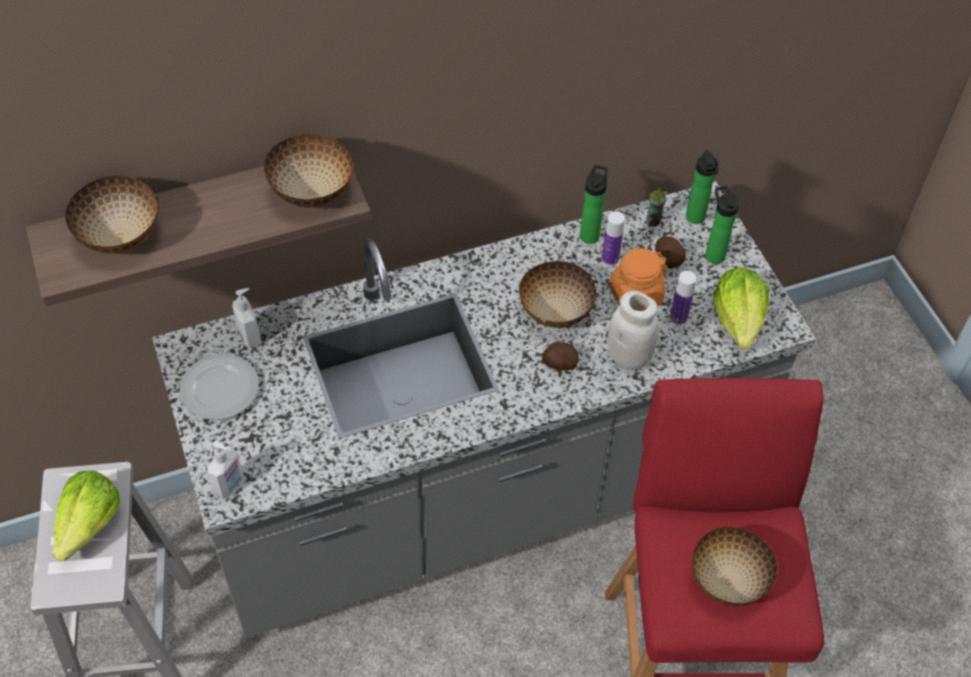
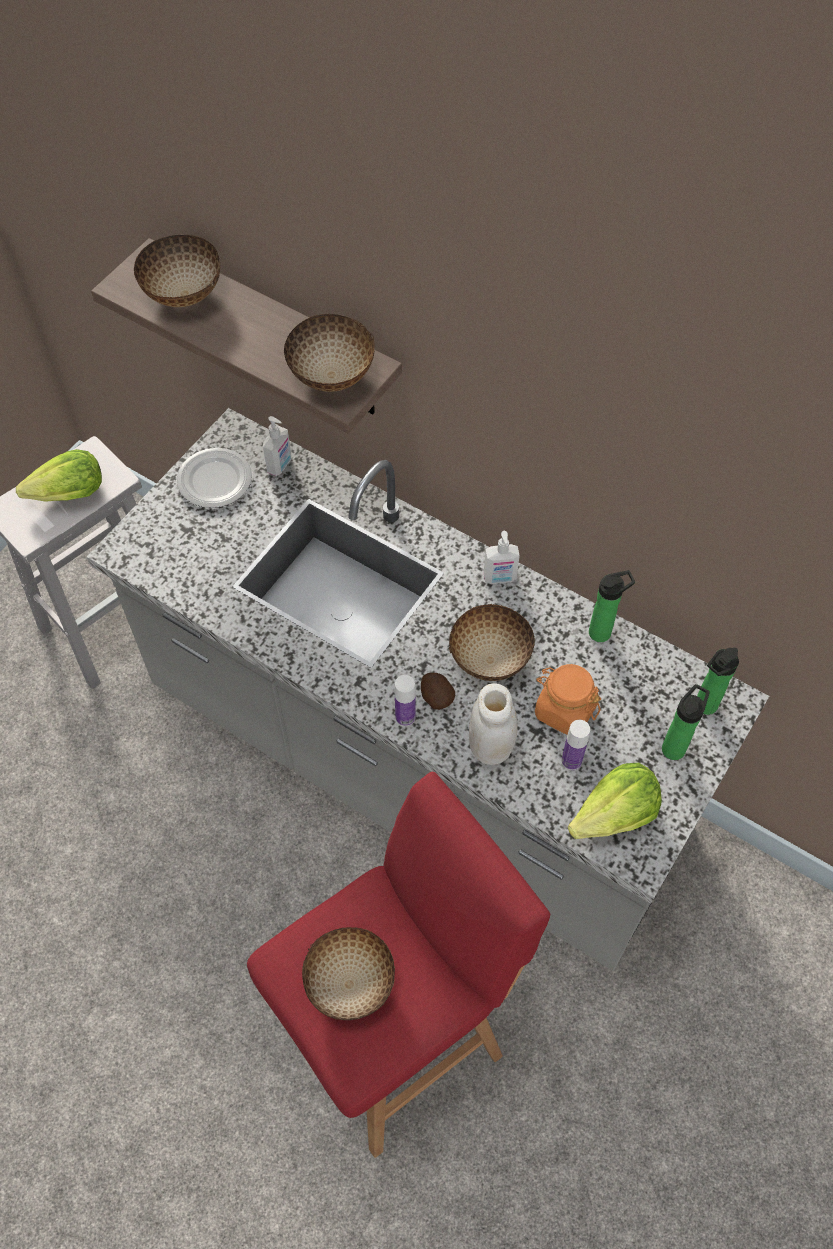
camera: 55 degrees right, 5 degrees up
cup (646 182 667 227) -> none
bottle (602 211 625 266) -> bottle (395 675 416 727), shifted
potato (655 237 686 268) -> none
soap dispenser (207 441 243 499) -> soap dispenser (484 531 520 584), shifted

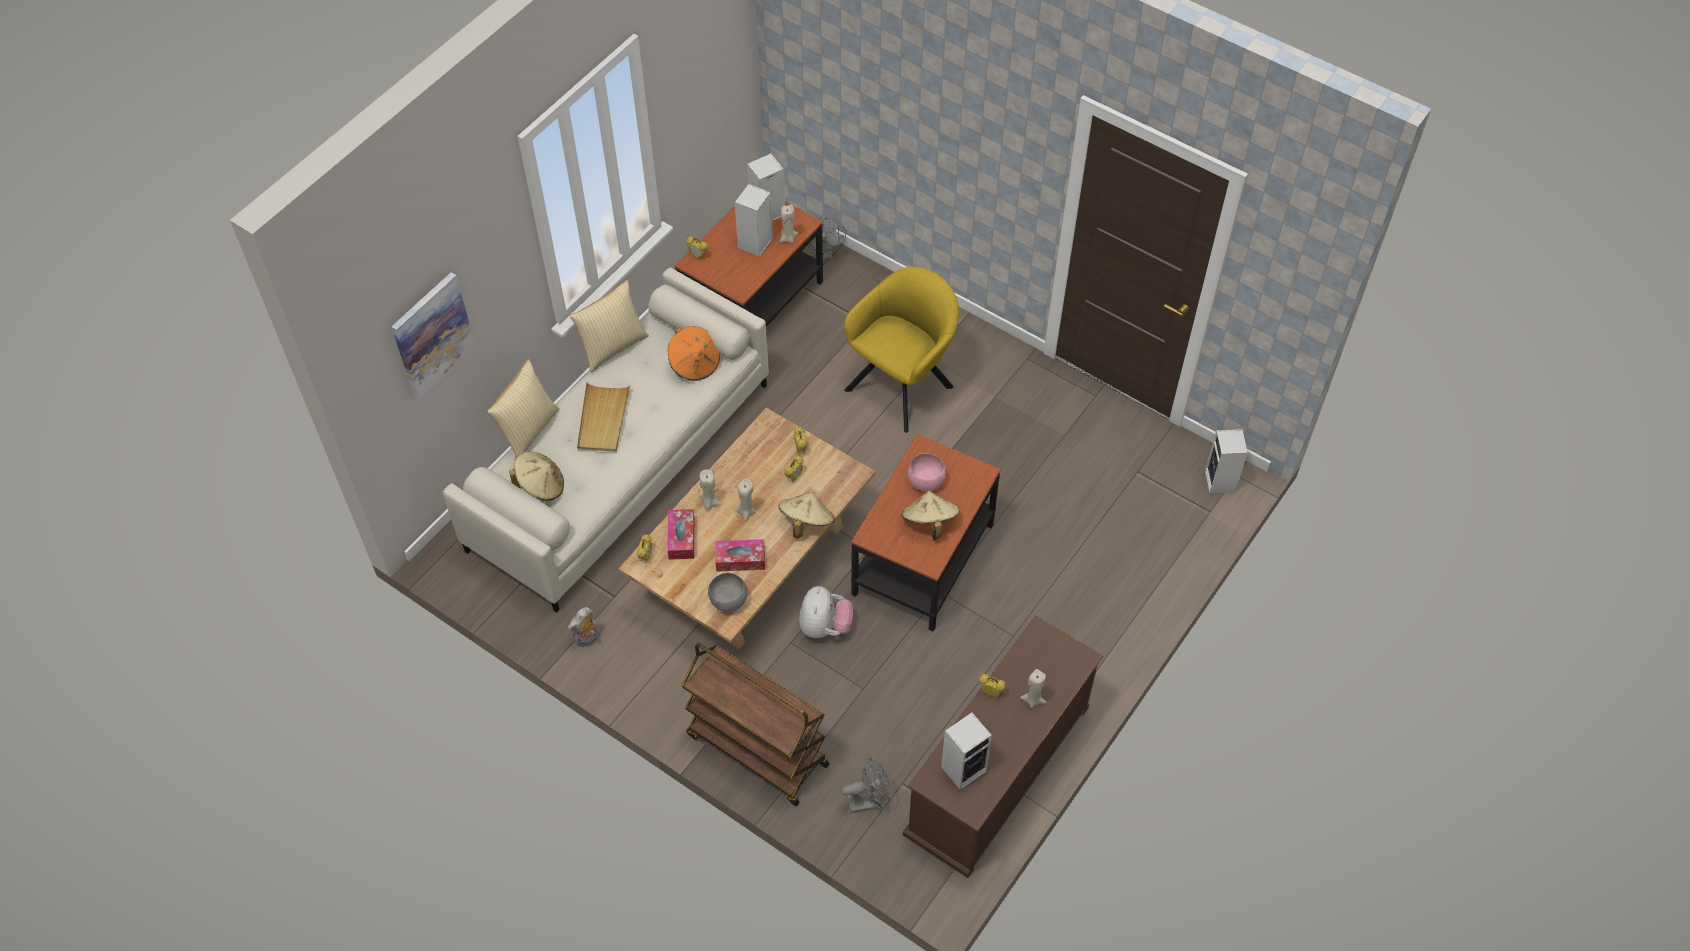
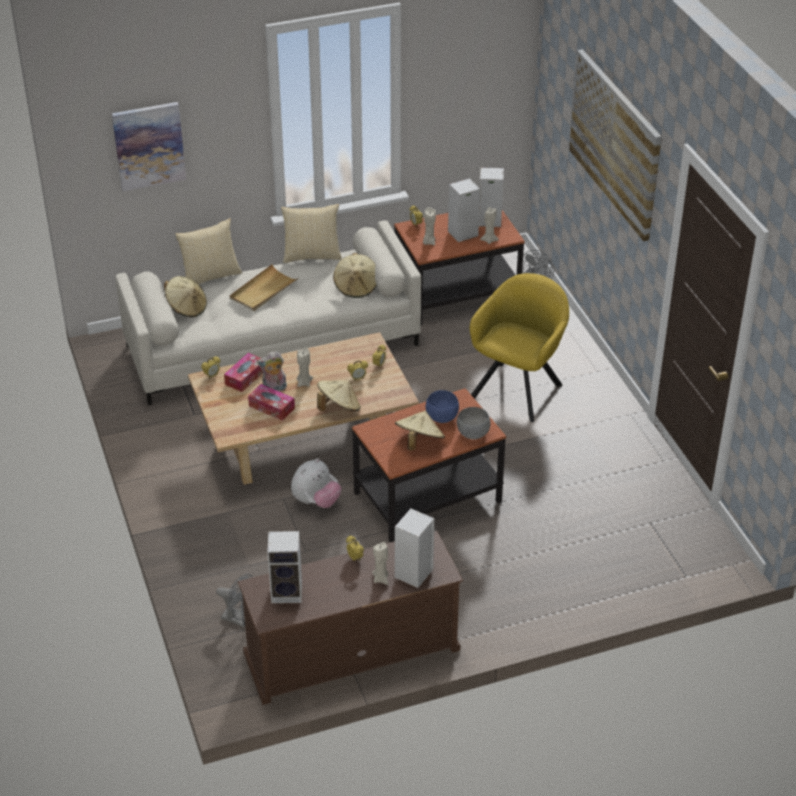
camera: 35 degrees right, 15 degrees down
yellow armchair (844 267 959 433) -> yellow armchair (470 273 569 422), 45 degrees counterclockwise
orange hat (668 326 720 381) -> beige hat (333 253 376 298)
speaker (1205 429 1248 494) -> speaker (395 508 434 588), shifted
pink bowl (908 453 946 492) -> blue bowl (426 390 459 423)
beige candle (699 470 721 510) -> beige candle (423 208 436 245), shifted
grey bowl (708 573 747 612) -> grey bowl (457 407 491 440), shifted
plush toy (568 607 600 647) -> plush toy (257 351 287 392), shifted
brown cart (681 643 829 806) -> none
none -> picture (569 49 662 241)

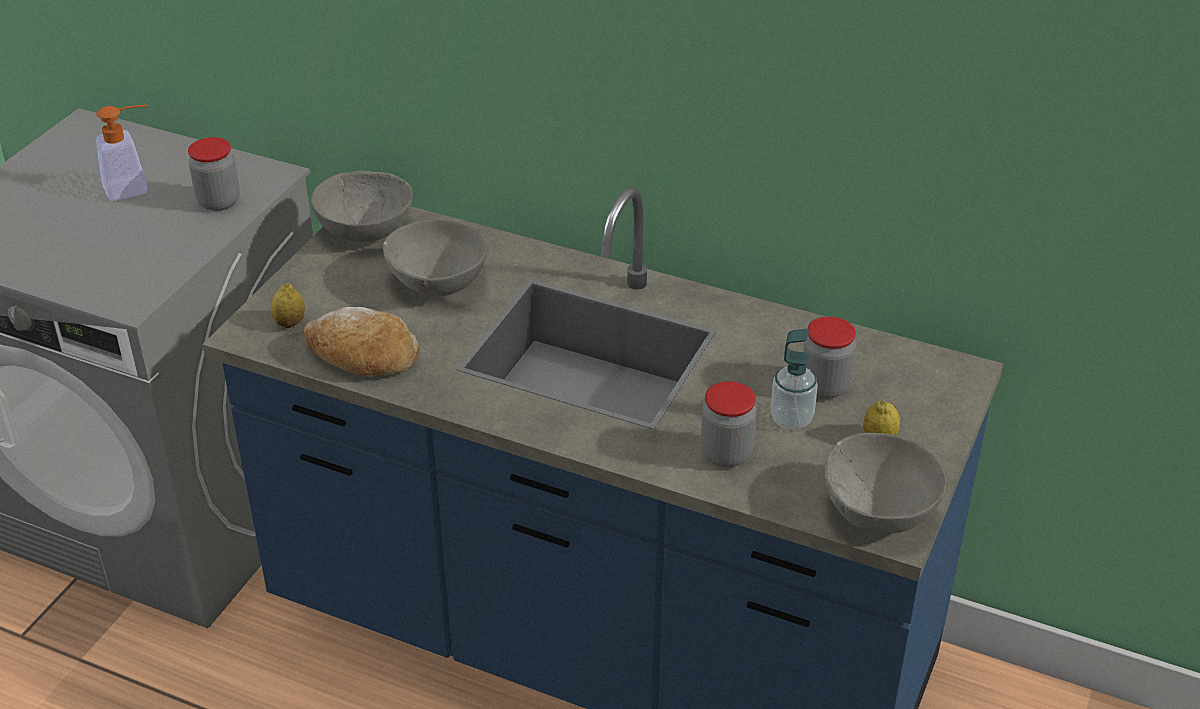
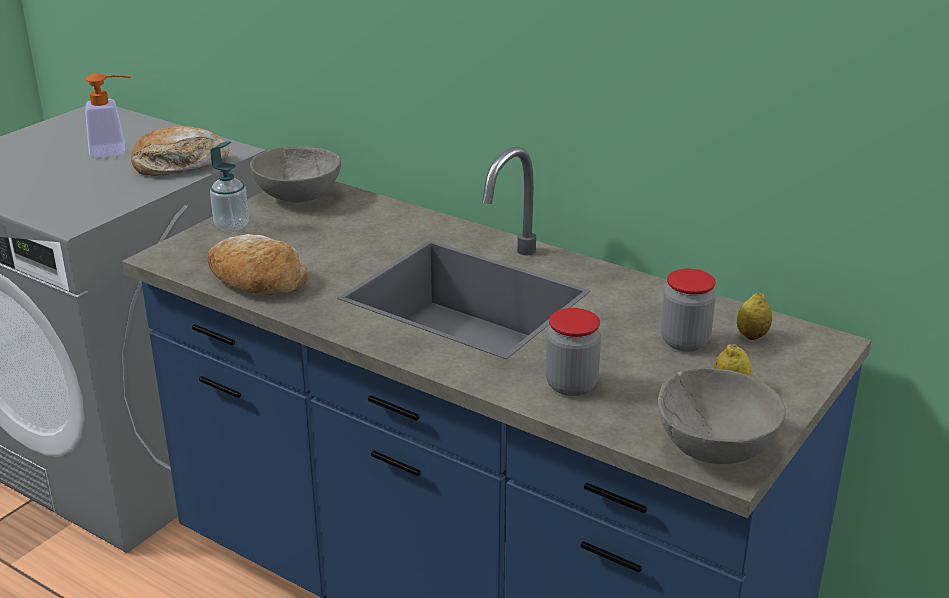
camera: 10 degrees right, 10 degrees down
jar (188 137 240 211) -> bread (131 126 229 176)
grey bowl (383 219 487 297) -> none
lemon (271 284 305 328) -> lemon (737 293 772 340), shifted
soap dispenser (771 329 818 429) -> soap dispenser (210 141 249 232), shifted

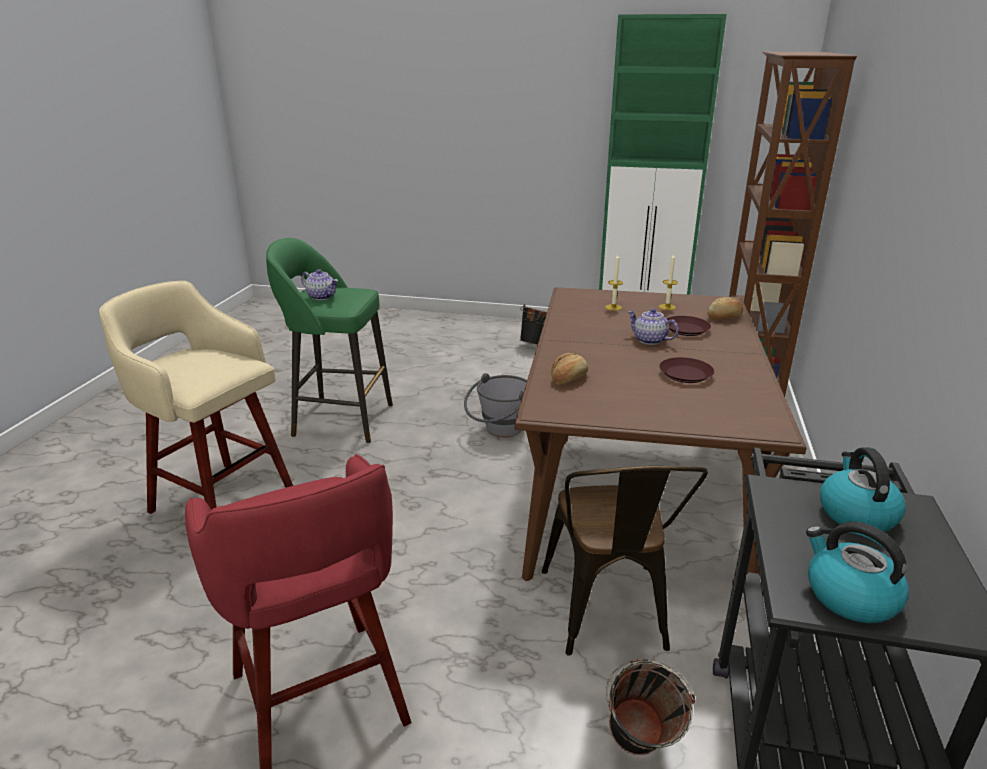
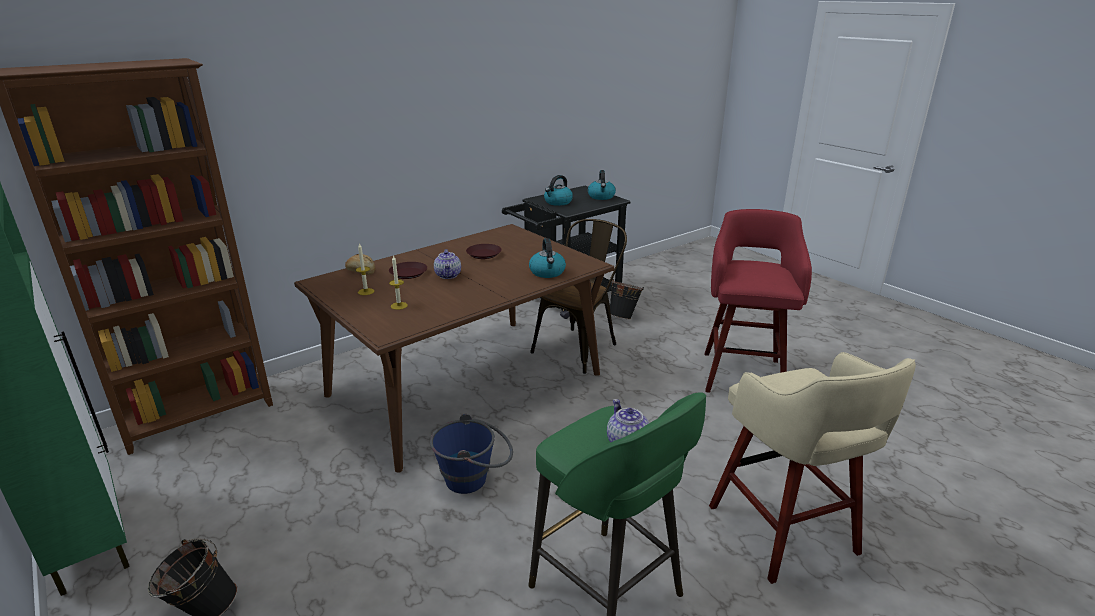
camera: 140 degrees left, 0 degrees up
bread (551 353 588 385) -> kettle (529 238 566 278)
grey bucket (464 373 527 437) -> blue bucket (430 413 513 494)

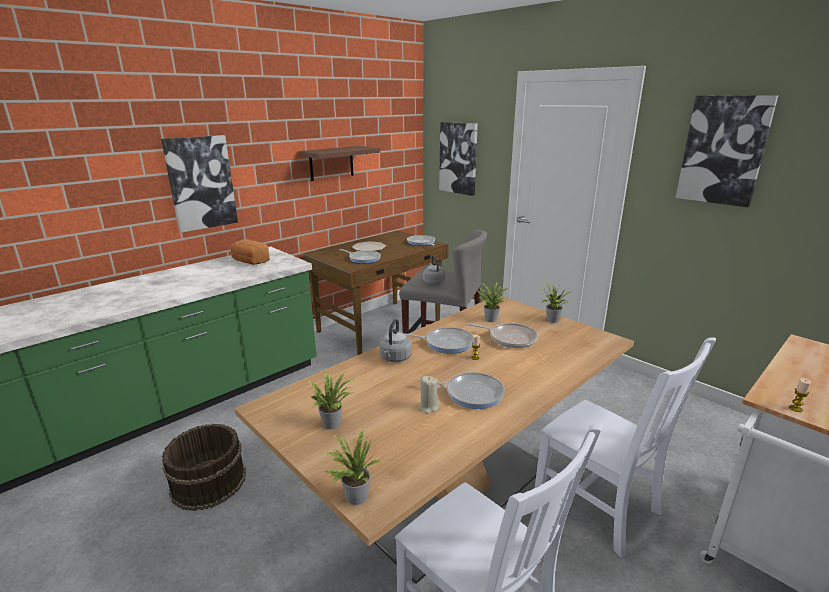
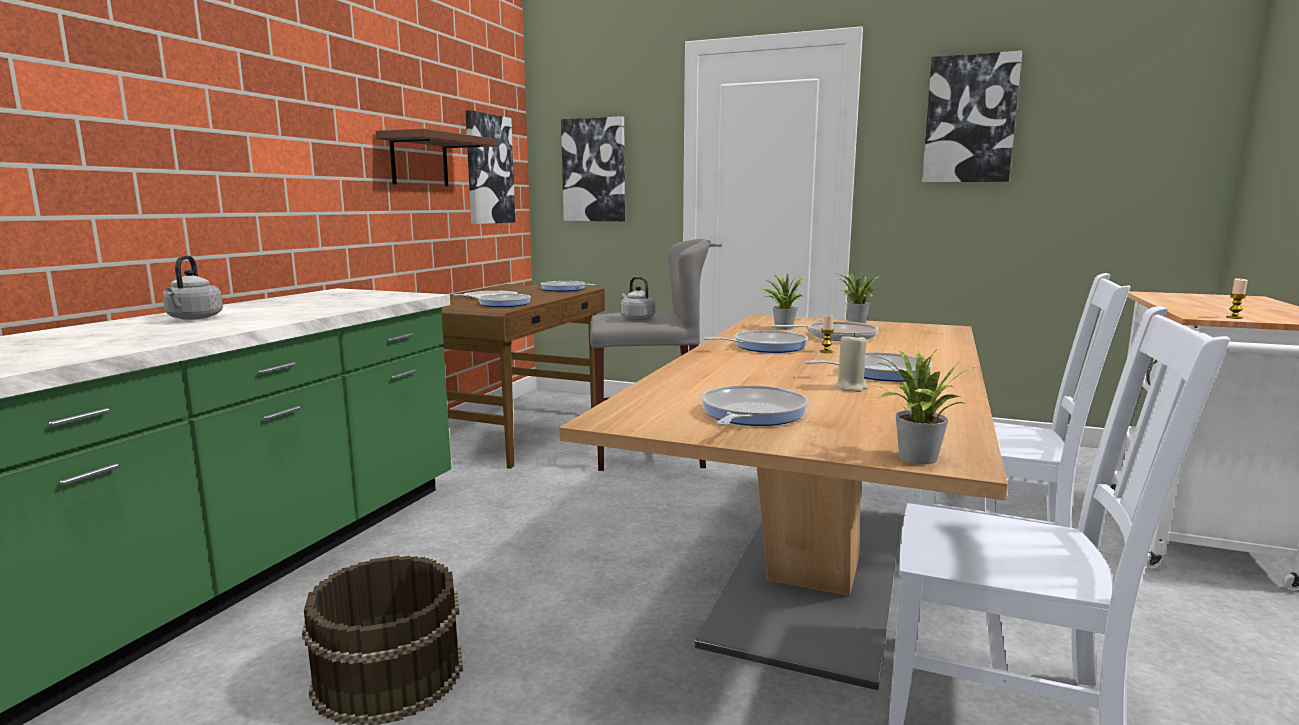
camera: 25 degrees left, 10 degrees down
picture (161 135 238 233) -> picture (465 110 515 224), shifted
bread (230 239 270 265) -> none
grey kettle (379 319 412 362) -> grey kettle (163 255 223 320), shifted
potted plant (306 370 353 429) -> frying pan (701 385 809 426)

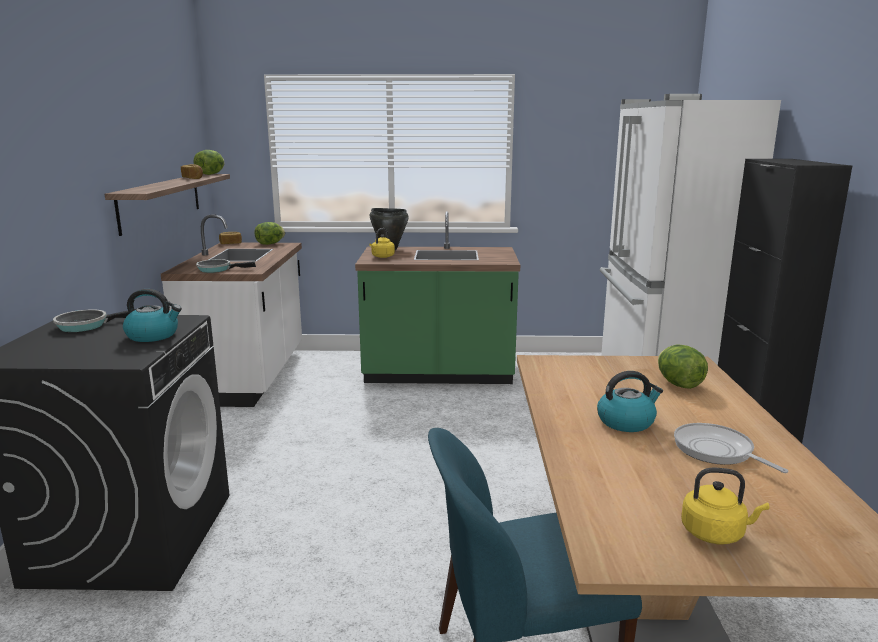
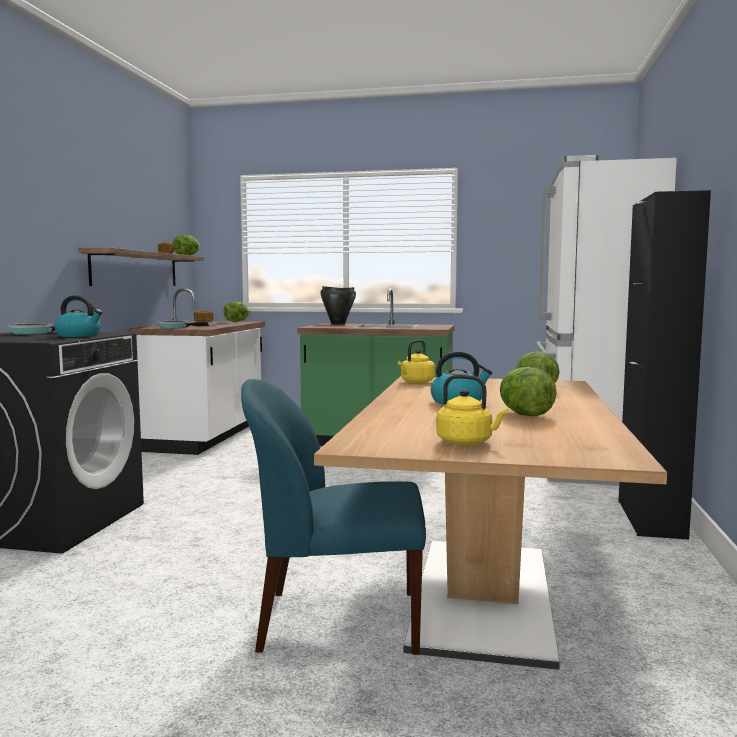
camera: 10 degrees right, 10 degrees down
yellow kettle (369 228 395 258) -> yellow kettle (398 340 435 383), shifted
frying pan (674 423 788 473) -> lettuce (500 367 557 416)

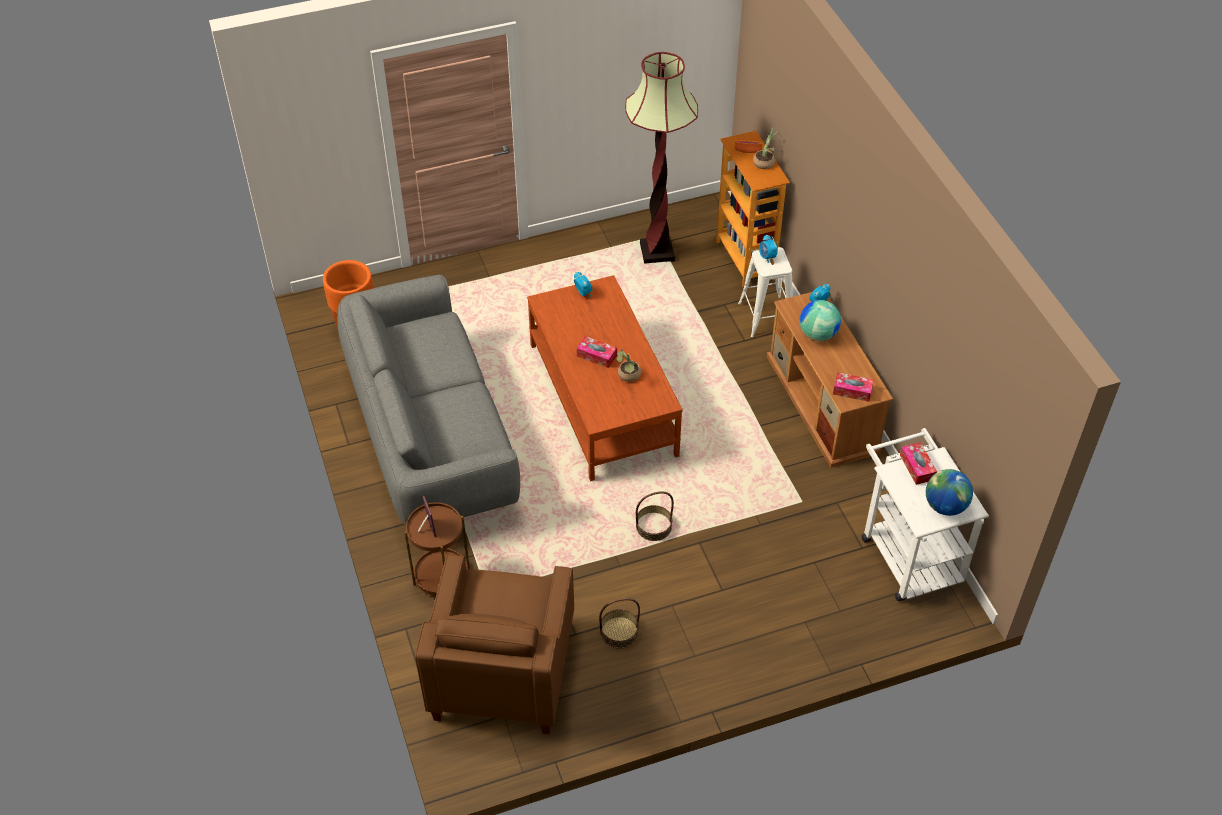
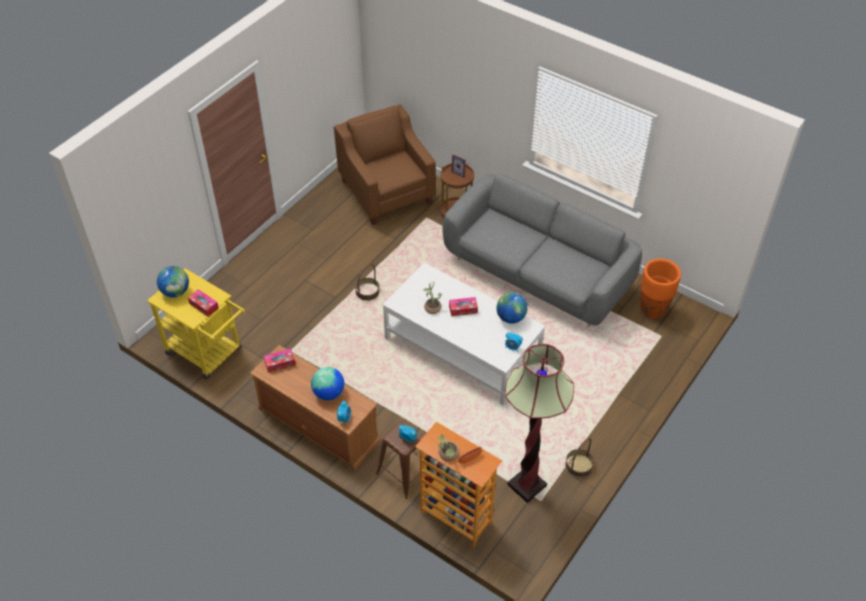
camera: 145 degrees right, 0 degrees up
white stool (738 247 793 337) -> brown stool (376 421 427 499)
brown coffee table (527 275 682 481) -> white coffee table (383 263 545 405)
white cart (862 428 989 601) -> yellow cart (147 268 245 380)
basket (599 598 640 649) -> basket (565 438 594 478), shifted
none -> globe (496 293 527 324)

